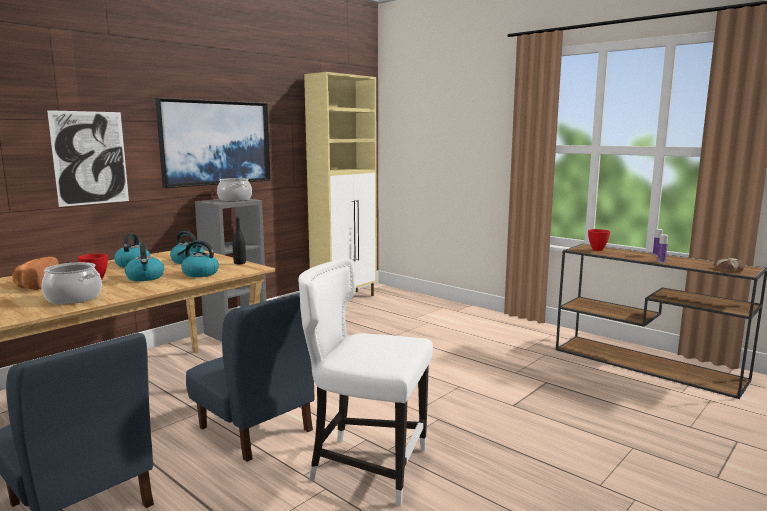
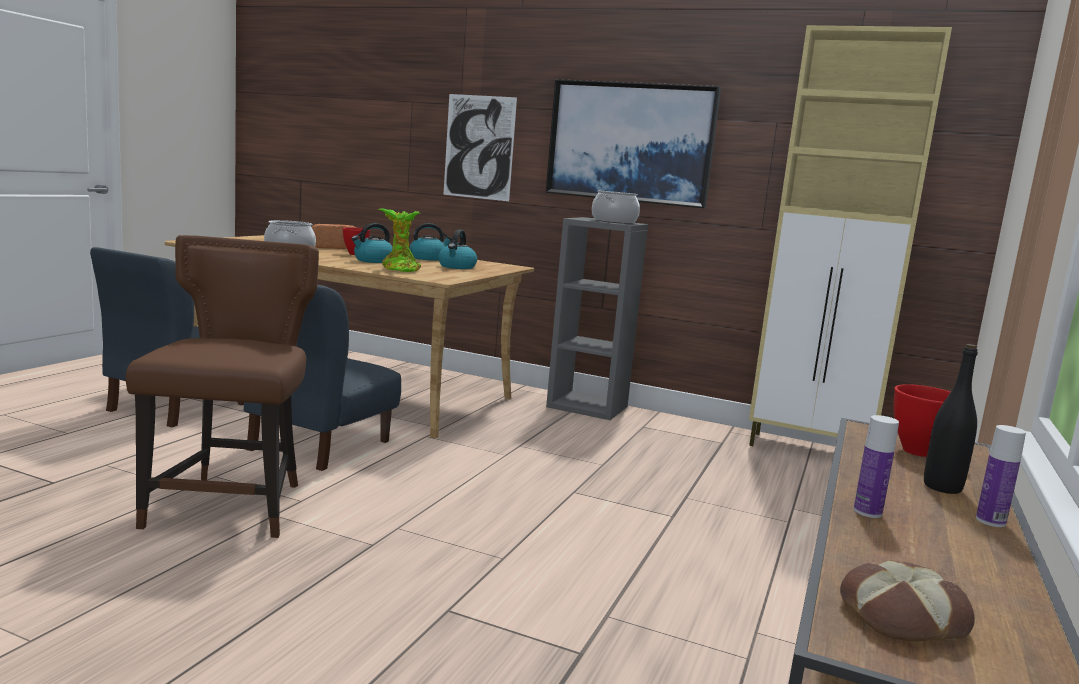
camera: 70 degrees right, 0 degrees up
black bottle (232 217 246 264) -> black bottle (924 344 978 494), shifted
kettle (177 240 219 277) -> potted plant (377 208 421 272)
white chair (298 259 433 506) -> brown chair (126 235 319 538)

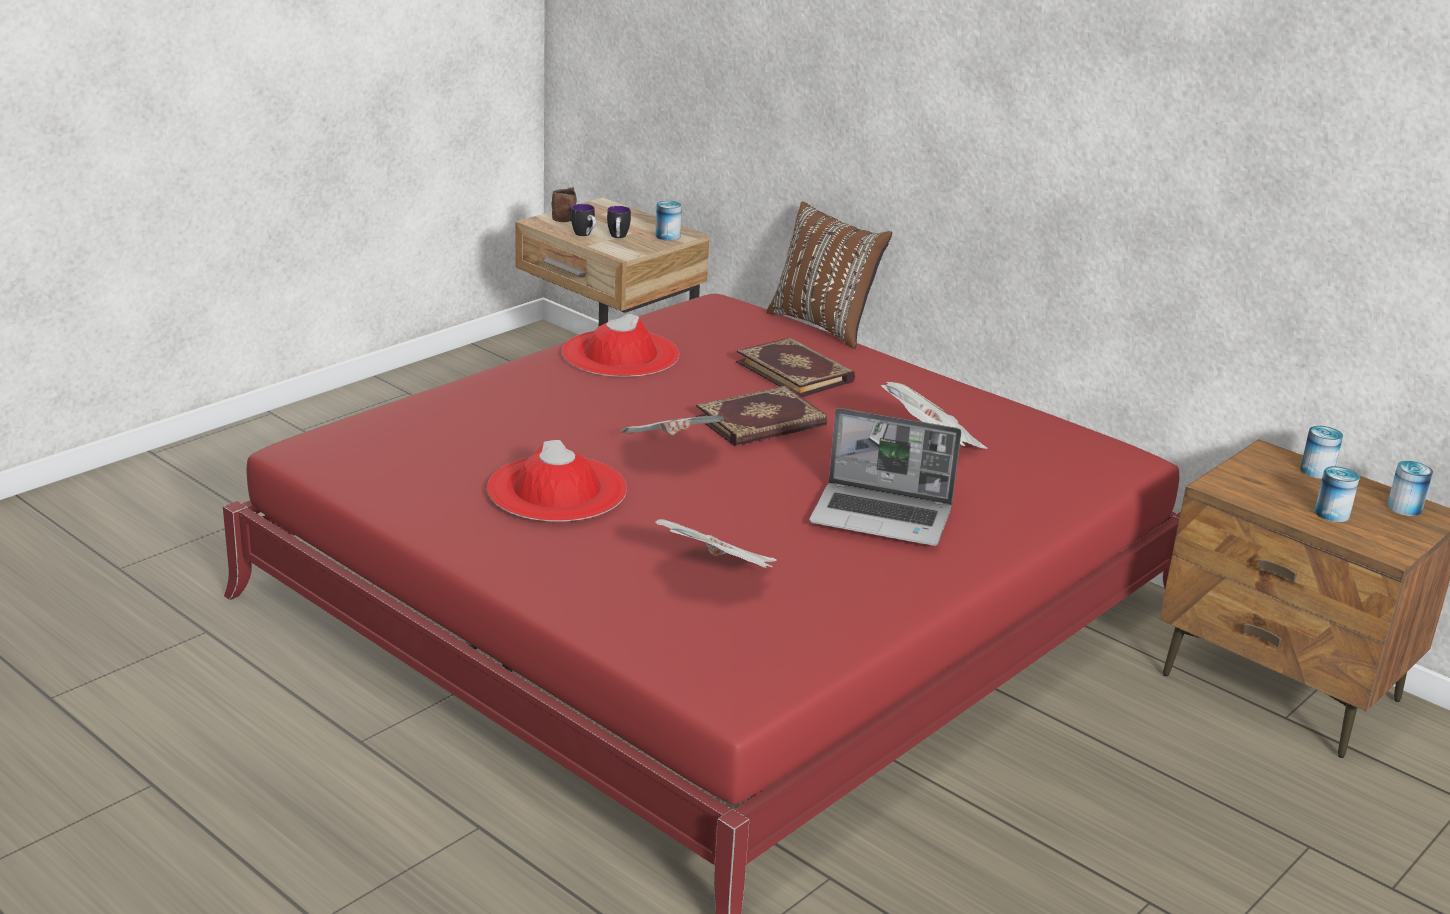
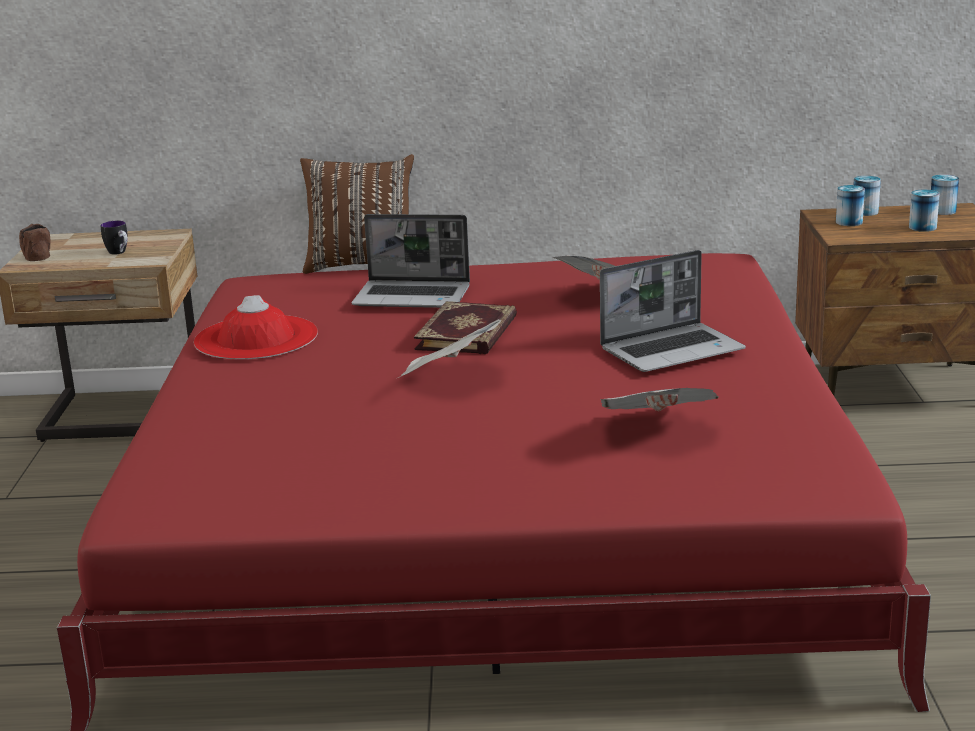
camera: 40 degrees left, 5 degrees down
can (655 201 682 241) -> can (836 185 865 226), shifted
mug (571 204 596 236) -> none
book (736 337 855 397) -> laptop (351 214 470 308)
red hat (487 440 627 521) -> none

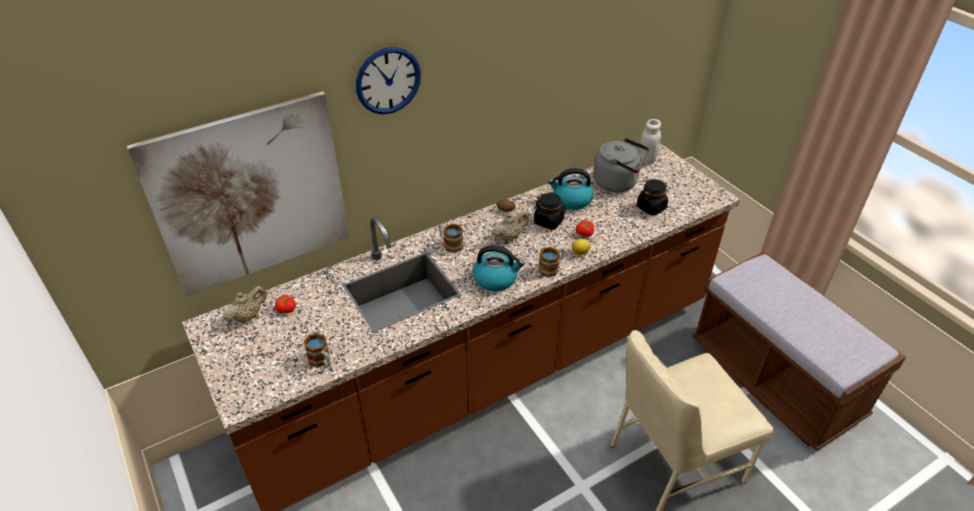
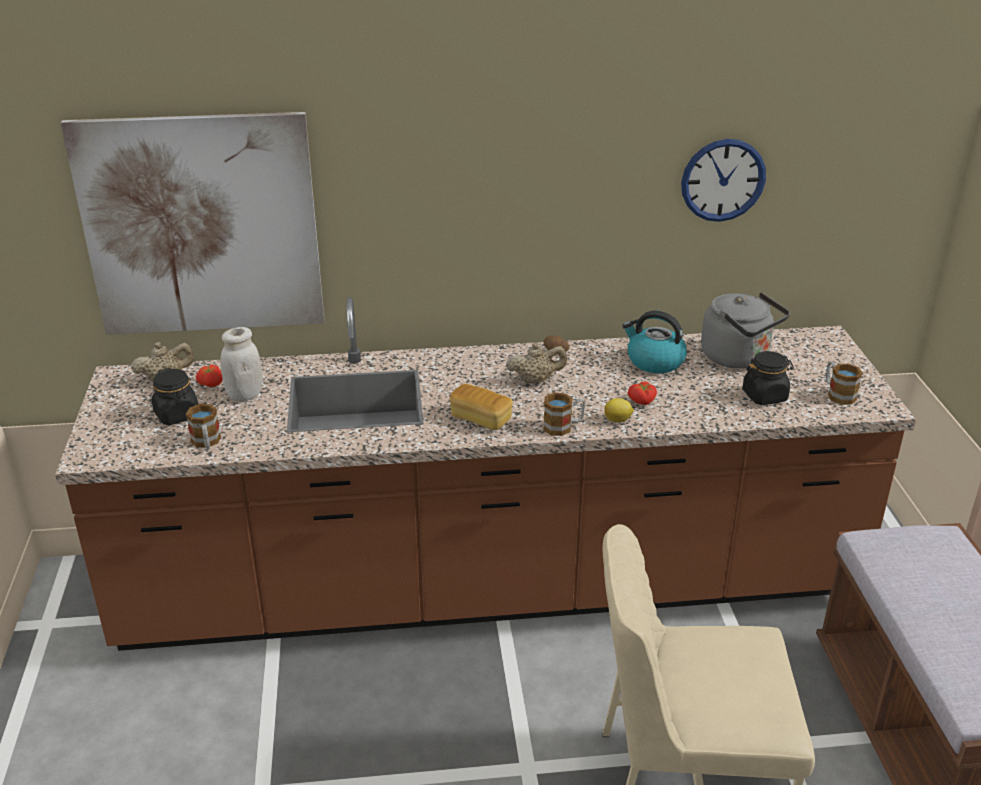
camera: 25 degrees right, 10 degrees down
wall clock (356 47 421 114) -> wall clock (681 139 766 222), shifted
white jar (638 119 661 165) -> white jar (220 327 263 402), shifted
black jar (534 193 566 230) -> black jar (151 368 198 425), shifted
mug (439 224 464 253) -> mug (826 362 862 405), shifted
kettle (473 245 525 291) -> bread (450 384 513 430)

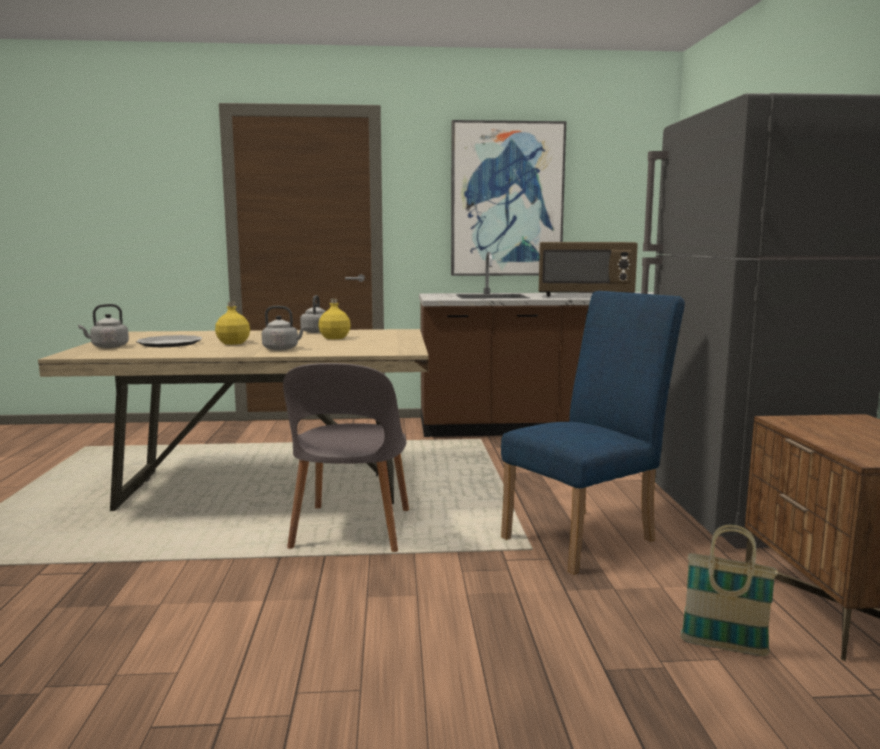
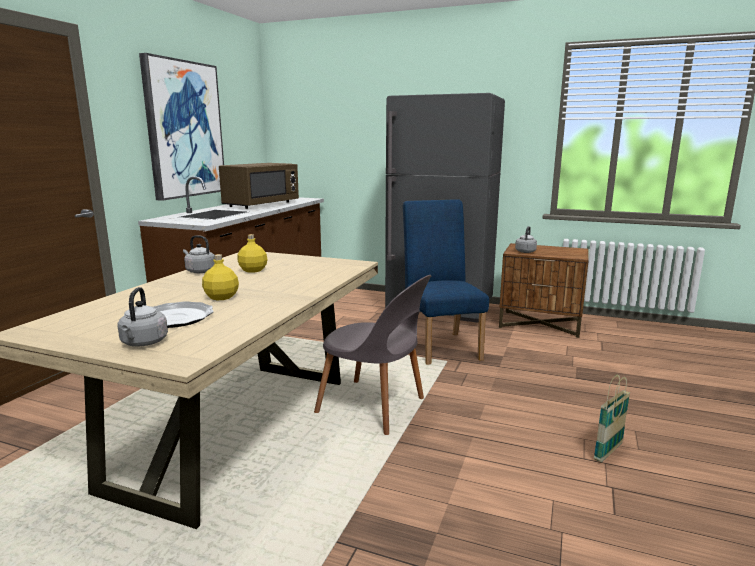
camera: 65 degrees left, 5 degrees up
grey kettle (262 306 306 351) -> grey kettle (515 226 537 253), shifted
basket (681 525 778 656) -> basket (594 375 630 462), shifted

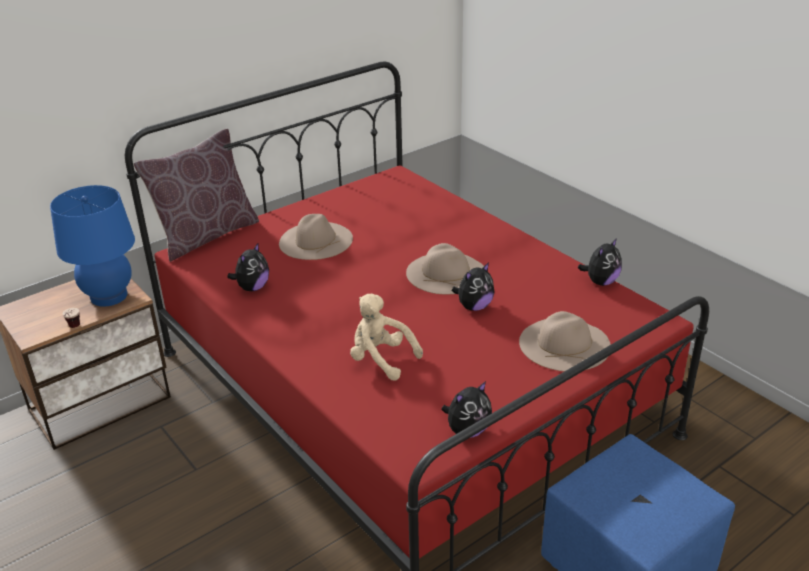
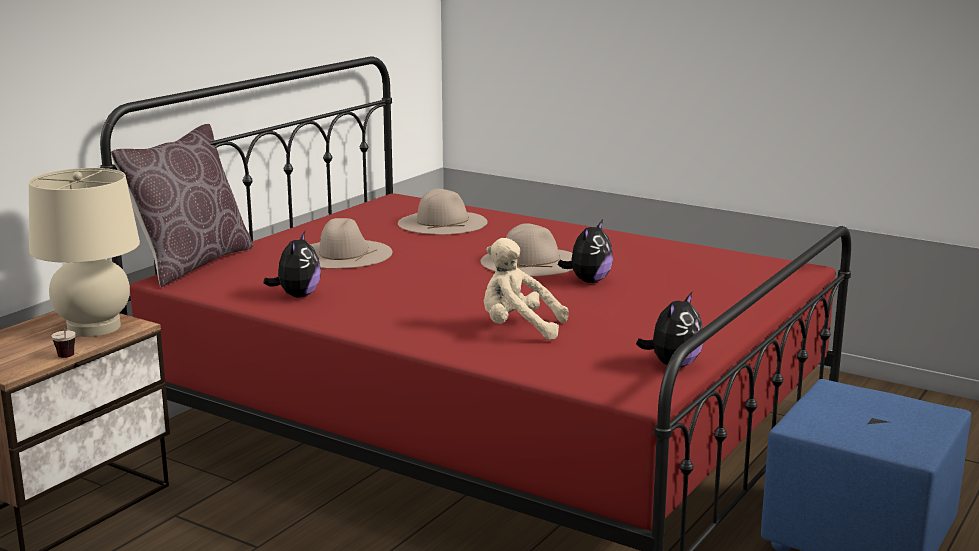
camera: 20 degrees left, 15 degrees down
blue table lamp (50 185 135 307) -> beige table lamp (29 168 140 337)
plush toy (578 238 622 286) -> none
beige hat (519 311 611 371) -> beige hat (398 189 488 235), shifted

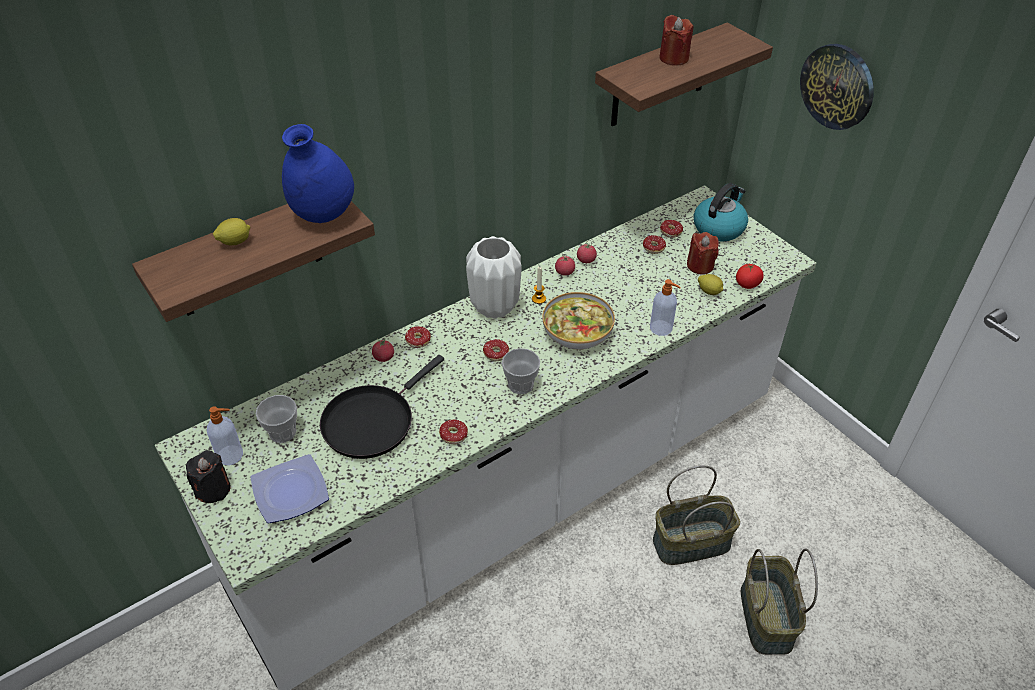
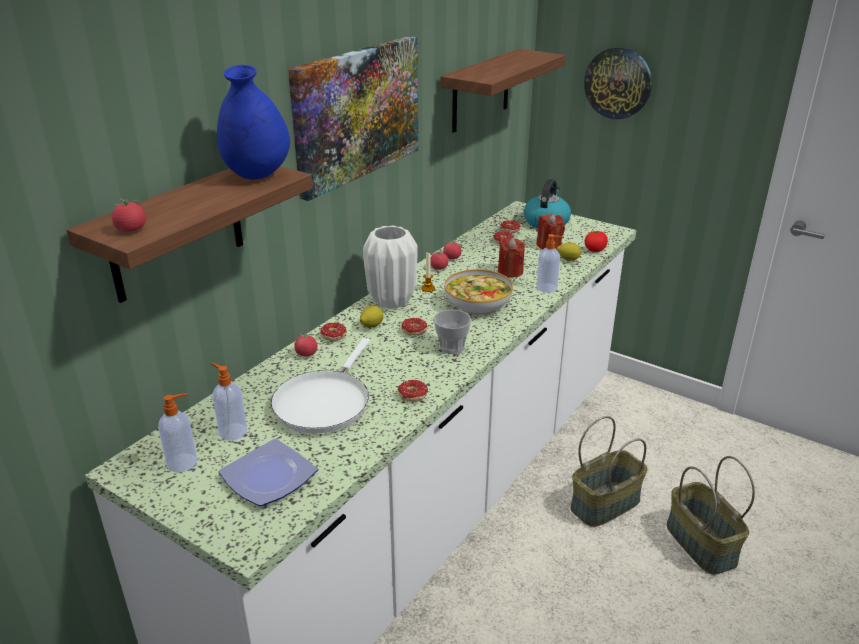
camera: 20 degrees left, 15 degrees down
red candle (659 15 693 66) -> red candle (498 237 525 278), shifted
lemon (213 218 251 245) -> lemon (360 306 383 327), shifted
black frying pan (320 355 444 459) -> white frying pan (271 338 370 434)
cup (255 395 297 443) -> soap dispenser (210 363 247 440)
black candle (186 450 230 503) -> none
none -> picture (288 36 418 201)
none -> tomato (112 199 146 232)

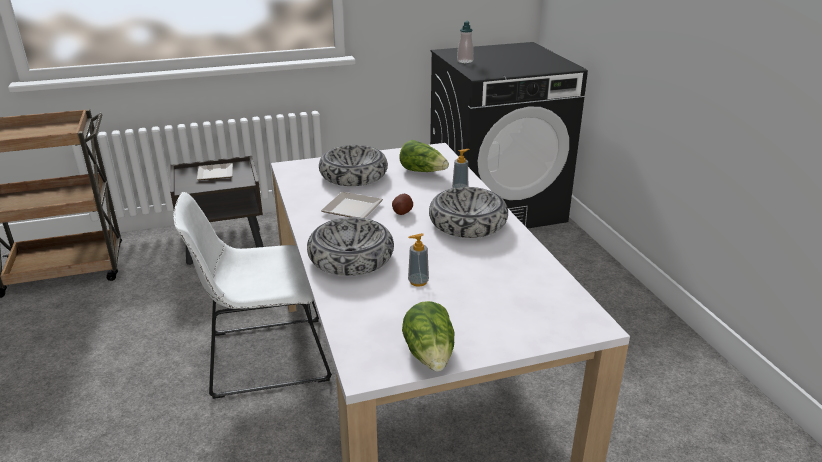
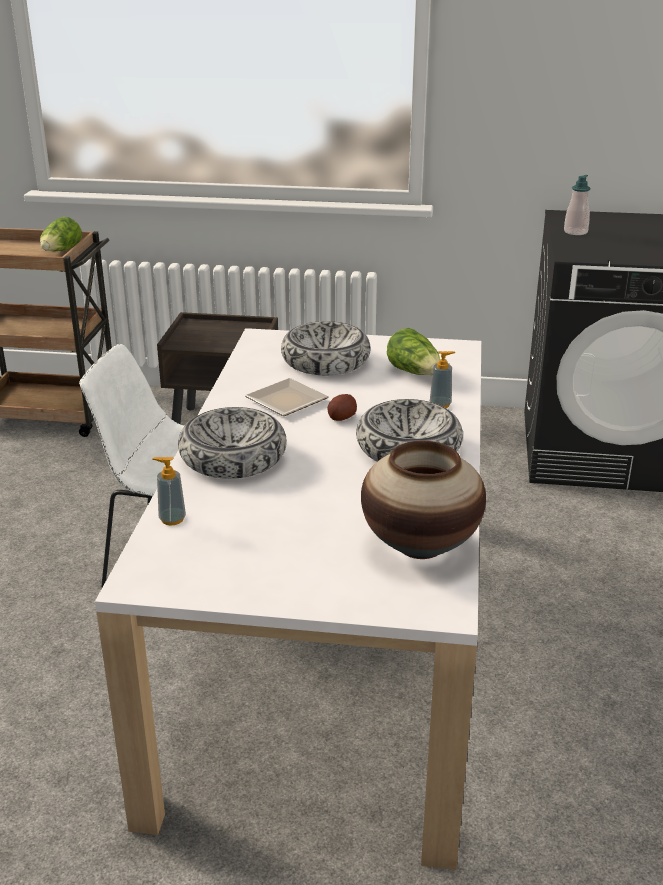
camera: 25 degrees right, 0 degrees up
plate (197 163 233 180) -> none
soap dispenser (408 233 429 287) -> soap dispenser (153 457 186 525), shifted
lettuce (402 301 455 371) -> lettuce (40 217 82 251), shifted
none -> vase (361 441 486 559)

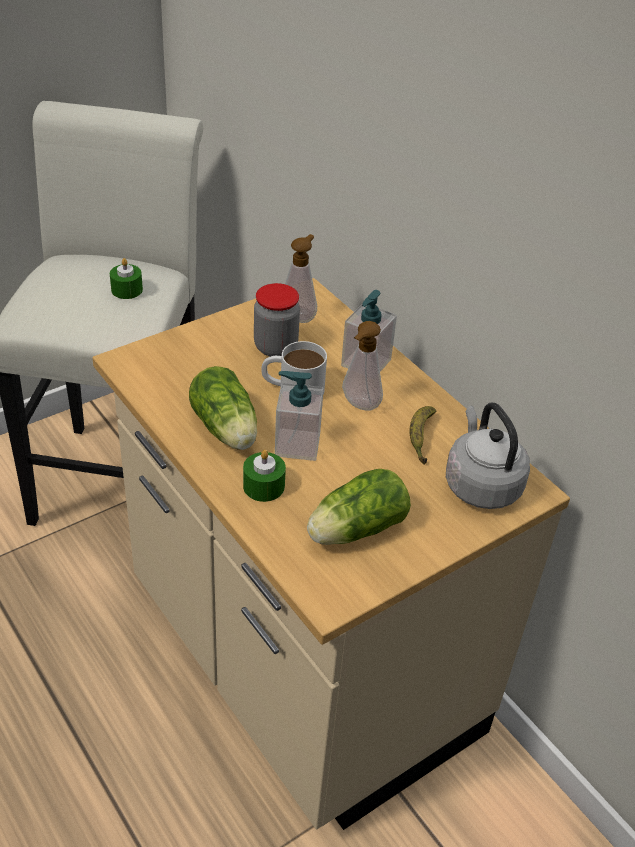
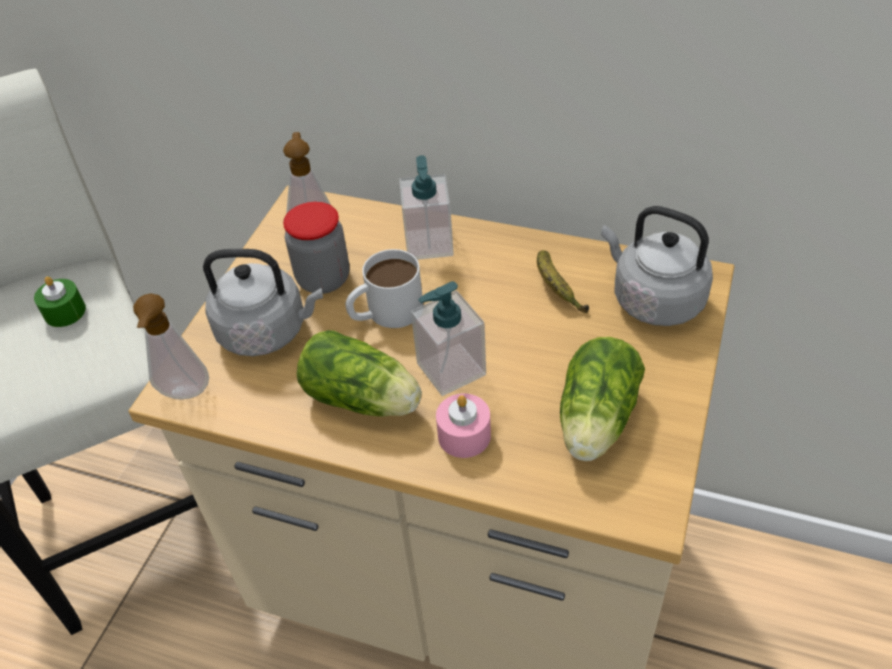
camera: 30 degrees left, 5 degrees up
soap dispenser (342 321 383 411) -> soap dispenser (133 293 209 400), shifted
green candle (243 450 286 502) -> pink candle (436 393 491 458)
none -> grey kettle (203 249 323 356)

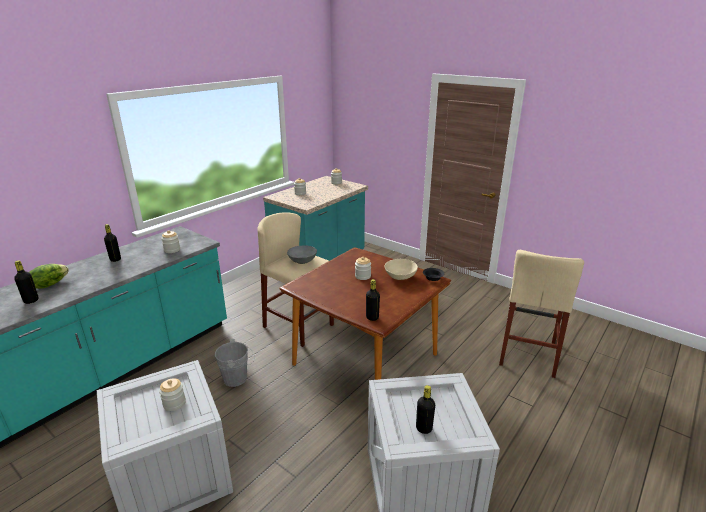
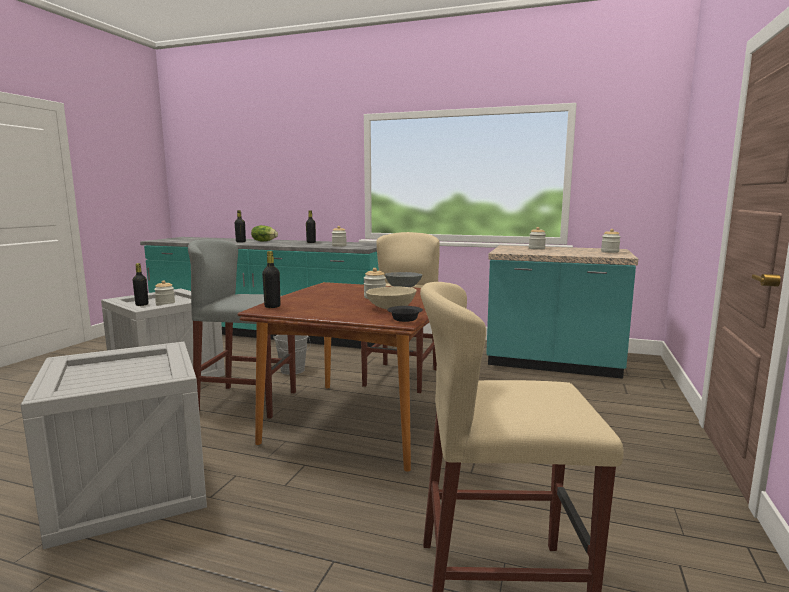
camera: 70 degrees right, 15 degrees down
black bottle (416 385 435 434) -> black bottle (133 263 148 306), shifted
none -> grey stool (188 239 296 419)

